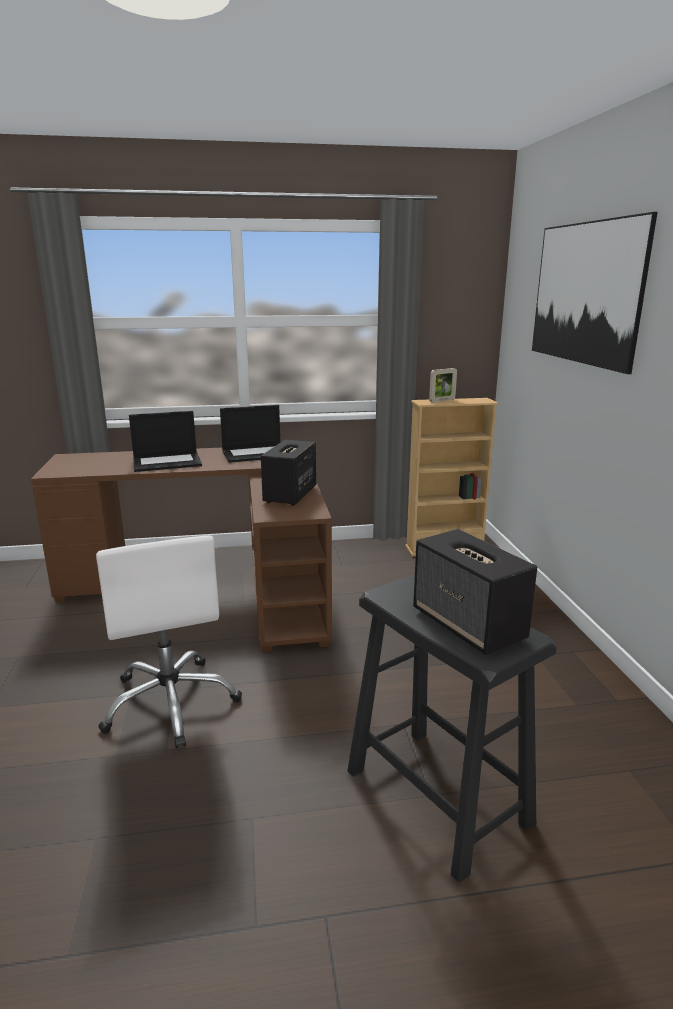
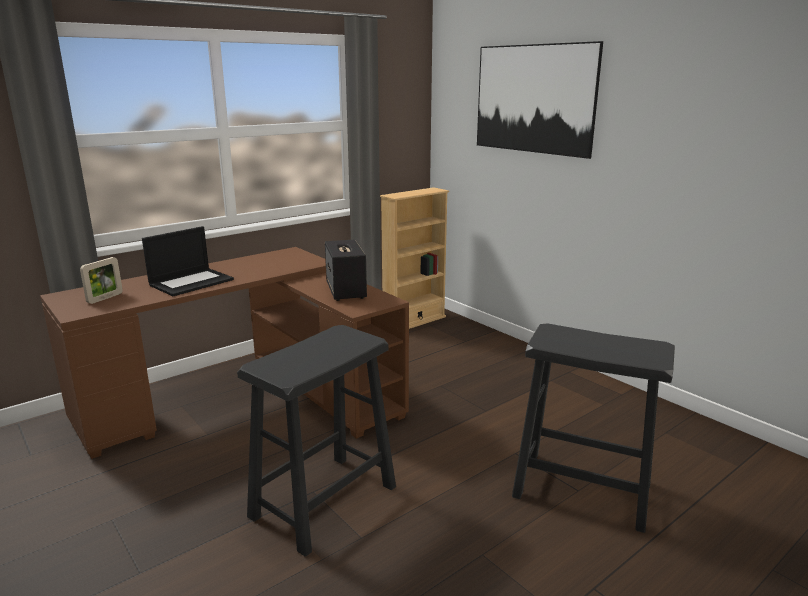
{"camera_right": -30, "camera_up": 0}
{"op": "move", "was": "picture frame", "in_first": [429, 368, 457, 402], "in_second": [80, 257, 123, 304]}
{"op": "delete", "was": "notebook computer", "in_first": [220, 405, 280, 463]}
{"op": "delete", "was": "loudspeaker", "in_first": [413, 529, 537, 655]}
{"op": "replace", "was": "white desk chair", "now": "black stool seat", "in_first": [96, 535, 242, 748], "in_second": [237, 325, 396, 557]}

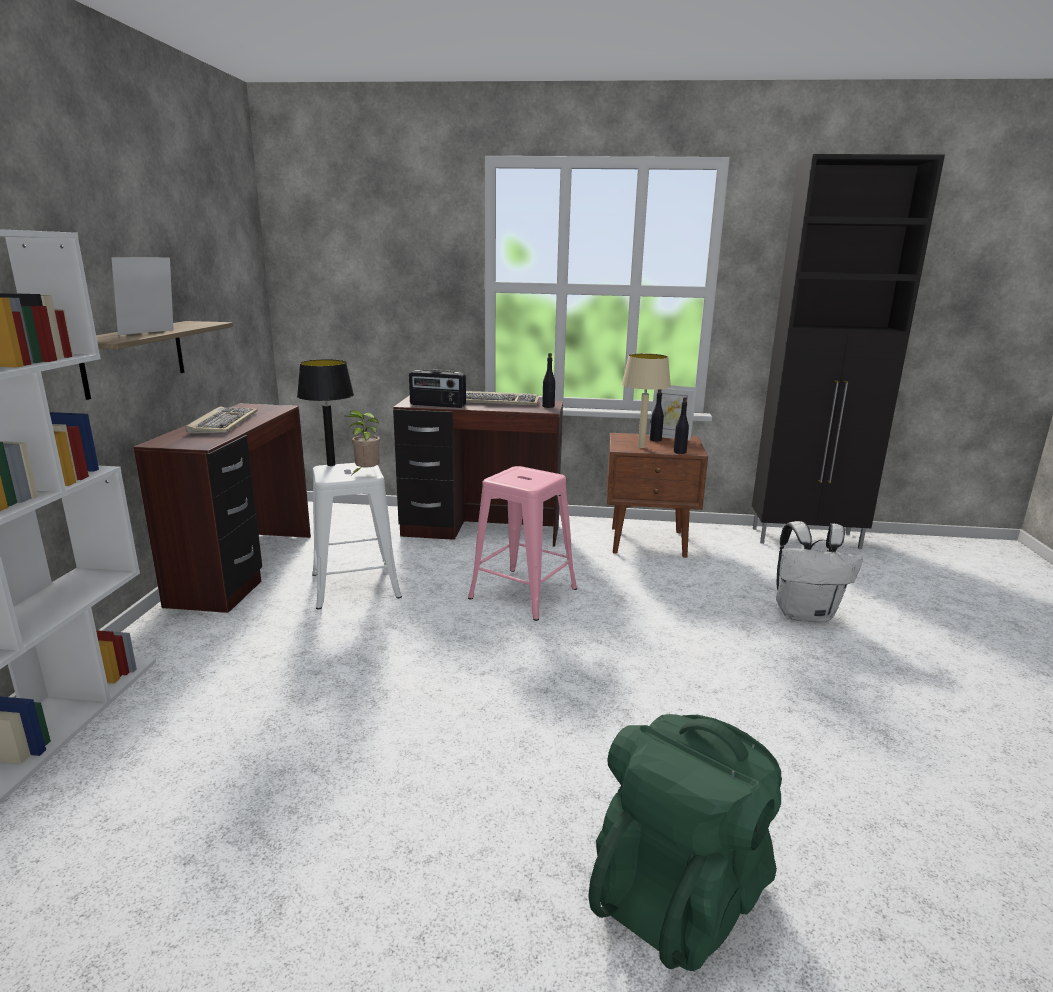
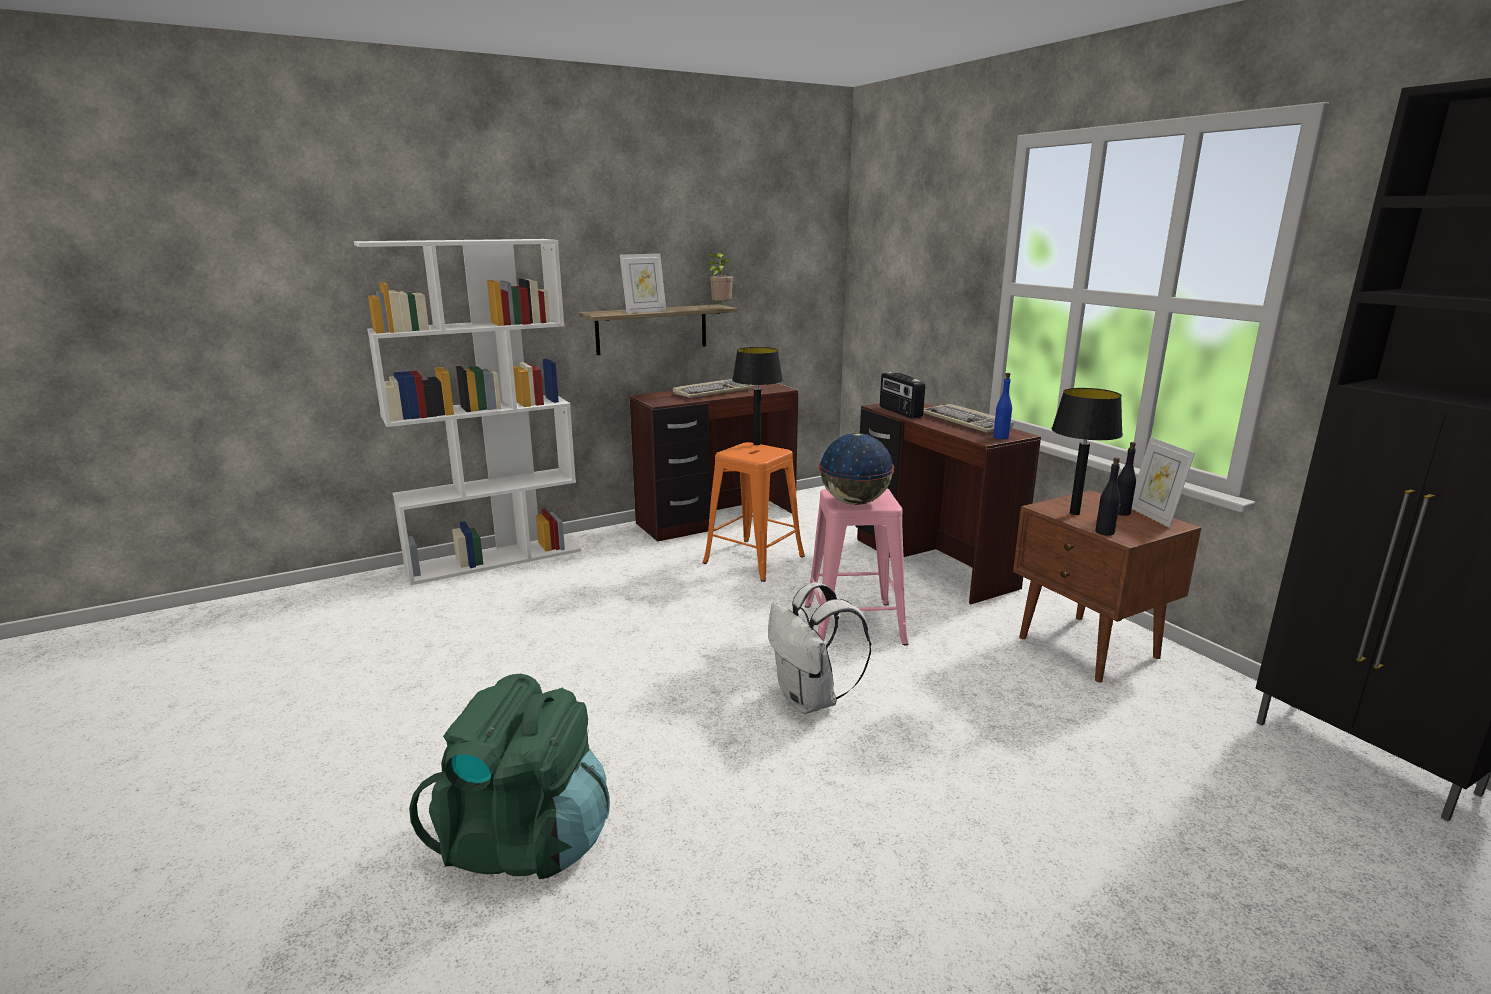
{"camera_right": 55, "camera_up": 0}
{"op": "rotate", "was": "picture frame", "in_first": [111, 257, 173, 335], "in_second": [620, 253, 666, 313], "clockwise": 150}
{"op": "recolor", "was": "black drink bottle", "now": "blue drink bottle", "in_first": [542, 353, 555, 408], "in_second": [993, 373, 1012, 439]}
{"op": "recolor", "was": "beige-coloured tabletop lamp", "now": "black tabletop lamp", "in_first": [622, 353, 671, 448], "in_second": [1051, 388, 1123, 515]}
{"op": "move", "was": "plant in a pot", "in_first": [345, 410, 380, 475], "in_second": [706, 253, 733, 306]}
{"op": "recolor", "was": "white stool seat", "now": "orangey stool seat", "in_first": [312, 463, 402, 609], "in_second": [703, 442, 805, 582]}
{"op": "move", "was": "white backpack", "in_first": [776, 521, 863, 623], "in_second": [768, 582, 871, 714]}
{"op": "insert", "now": "desk globe", "in_second": [819, 433, 894, 505]}

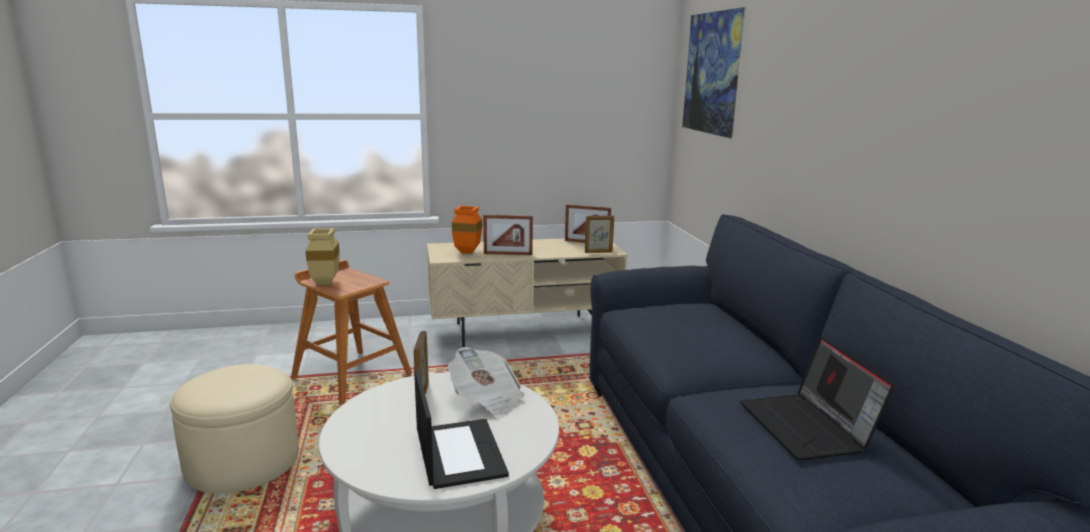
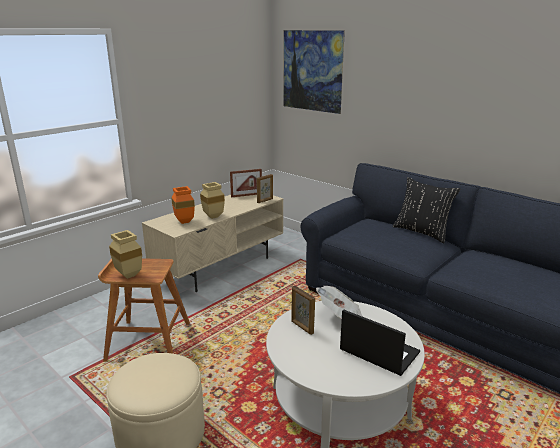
{"camera_right": -35, "camera_up": 5}
{"op": "replace", "was": "picture frame", "now": "beige-coloured flower vase", "in_first": [483, 215, 533, 255], "in_second": [200, 182, 225, 219]}
{"op": "delete", "was": "notebook computer", "in_first": [740, 337, 894, 460]}
{"op": "insert", "now": "black pillow", "in_second": [393, 177, 460, 243]}

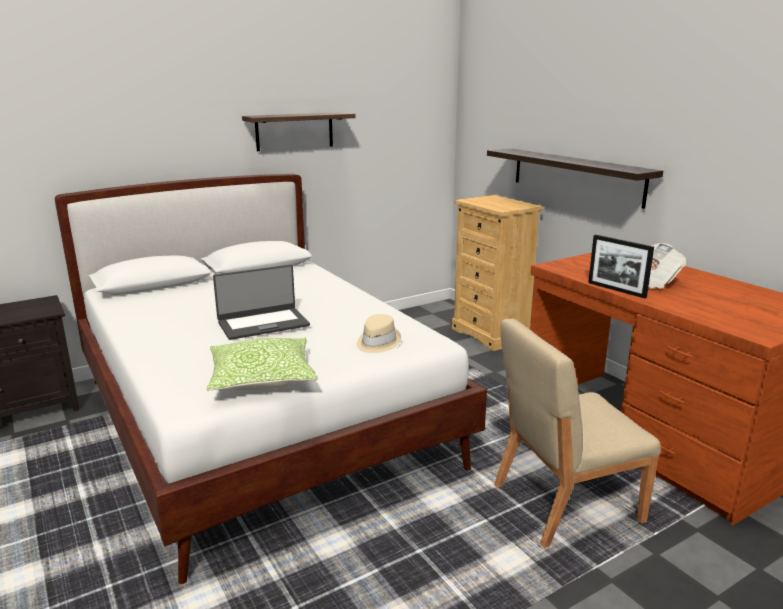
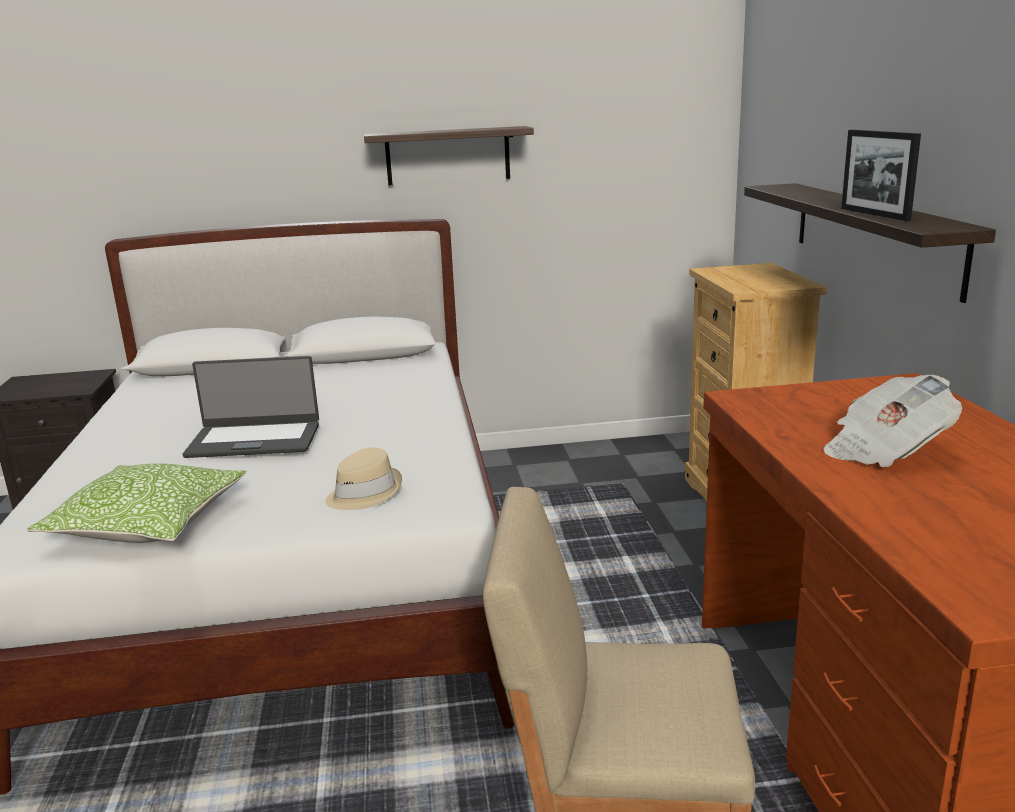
{"camera_right": 25, "camera_up": 0}
{"op": "move", "was": "picture frame", "in_first": [588, 235, 654, 298], "in_second": [841, 130, 921, 221]}

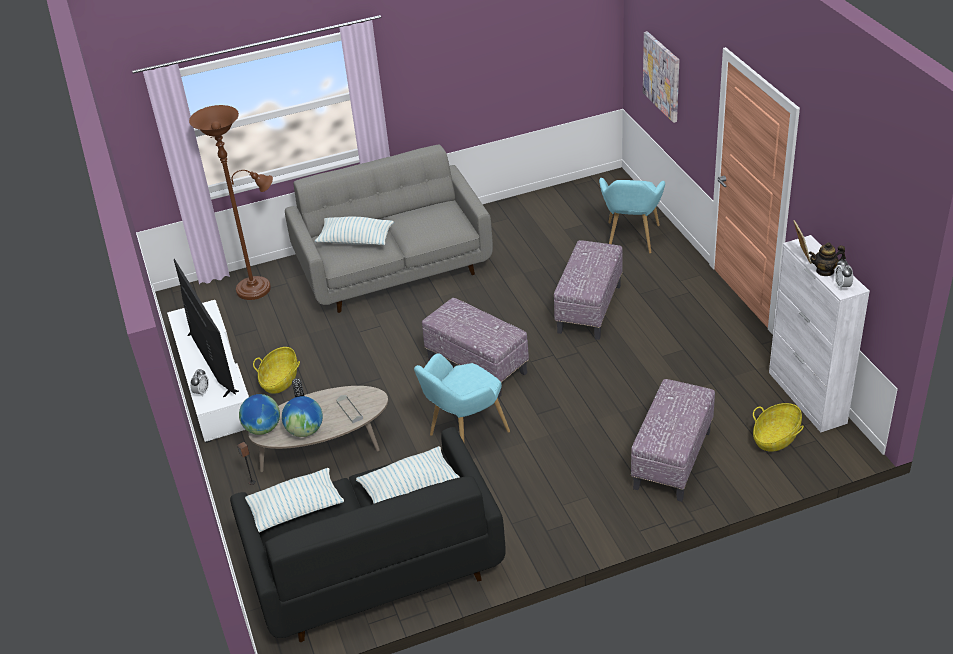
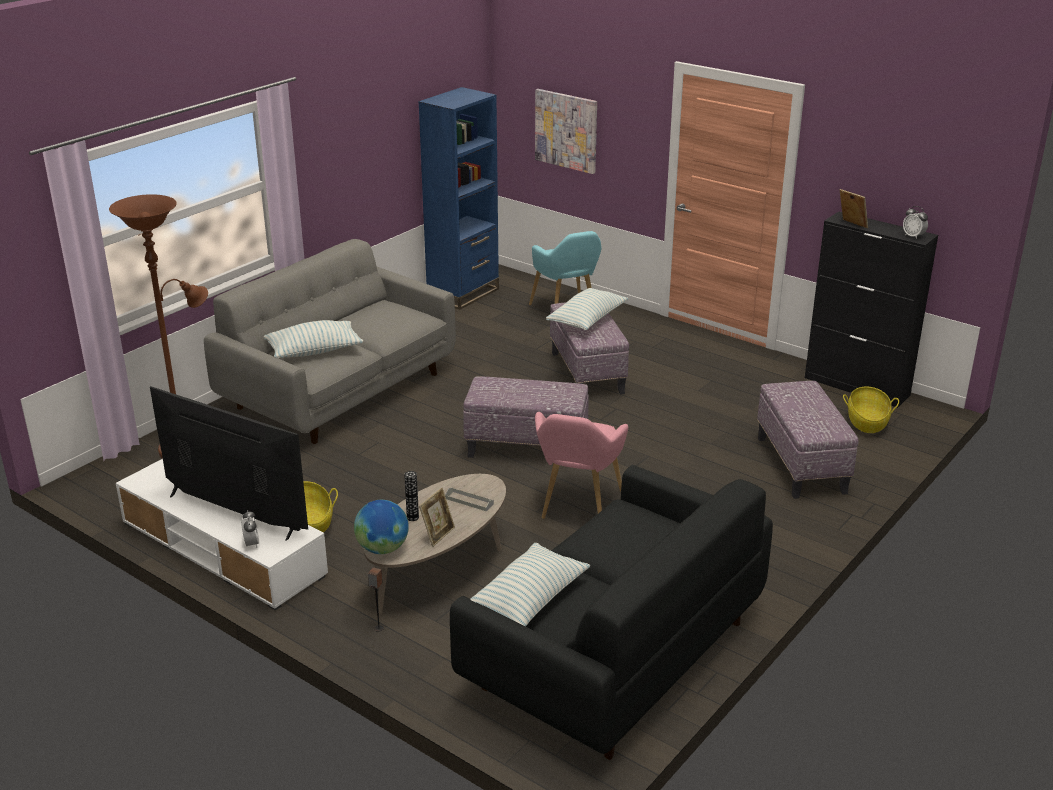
{"camera_right": -35, "camera_up": -10}
{"op": "recolor", "was": "white storage cabinet", "now": "black storage cabinet", "in_first": [769, 235, 870, 432], "in_second": [805, 211, 938, 408]}
{"op": "delete", "was": "tea pot", "in_first": [809, 242, 846, 276]}
{"op": "recolor", "was": "blue-green armchair", "now": "pink-coloured armchair", "in_first": [414, 353, 510, 444], "in_second": [535, 412, 628, 519]}
{"op": "replace", "was": "desk globe", "now": "picture frame", "in_first": [282, 396, 323, 437], "in_second": [419, 488, 455, 547]}
{"op": "move", "was": "pillow", "in_first": [356, 446, 460, 503], "in_second": [546, 288, 628, 330]}
{"op": "insert", "now": "blue bookshelf", "in_second": [418, 87, 499, 310]}

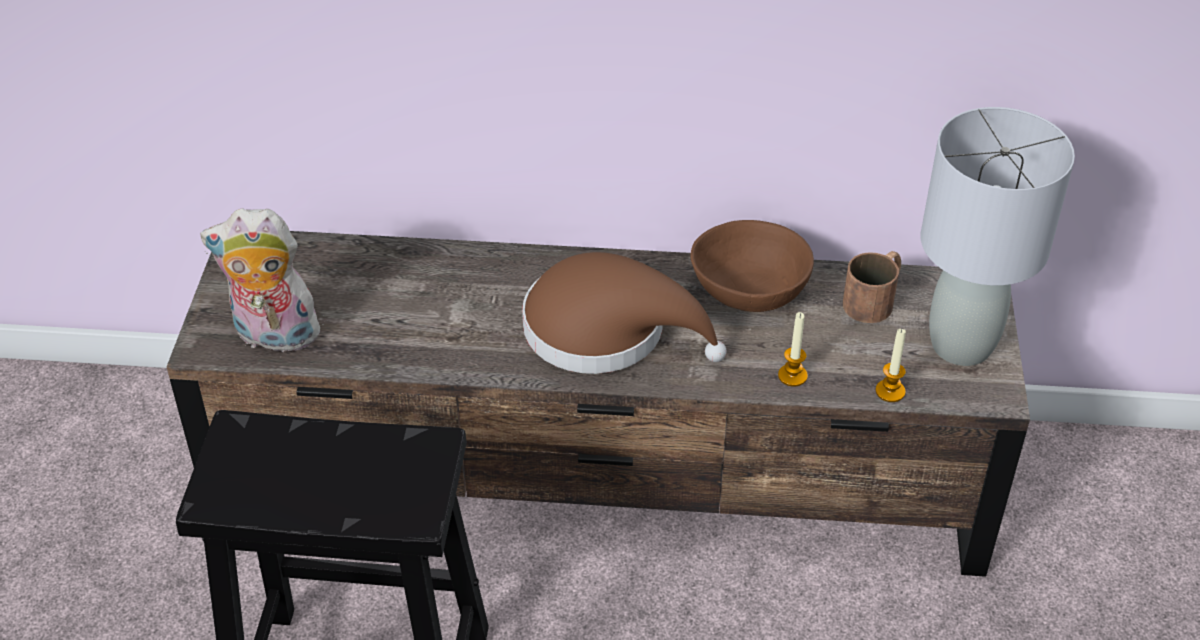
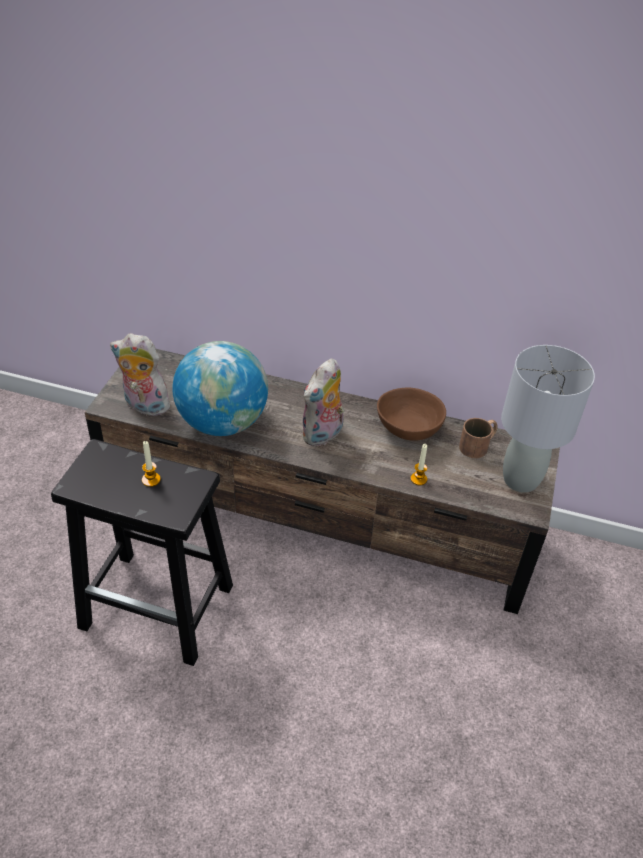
{"camera_right": 10, "camera_up": 0}
{"op": "replace", "was": "brown clothing hat", "now": "cuddly toy", "in_first": [522, 252, 727, 374], "in_second": [301, 358, 344, 447]}
{"op": "move", "was": "wax candle", "in_first": [875, 329, 906, 402], "in_second": [142, 441, 161, 487]}
{"op": "insert", "now": "desk globe", "in_second": [173, 341, 268, 436]}

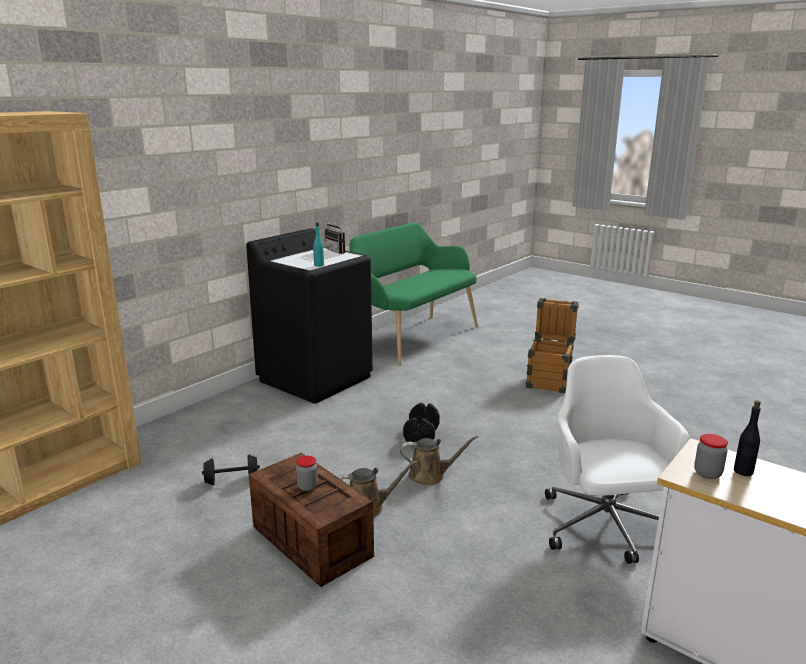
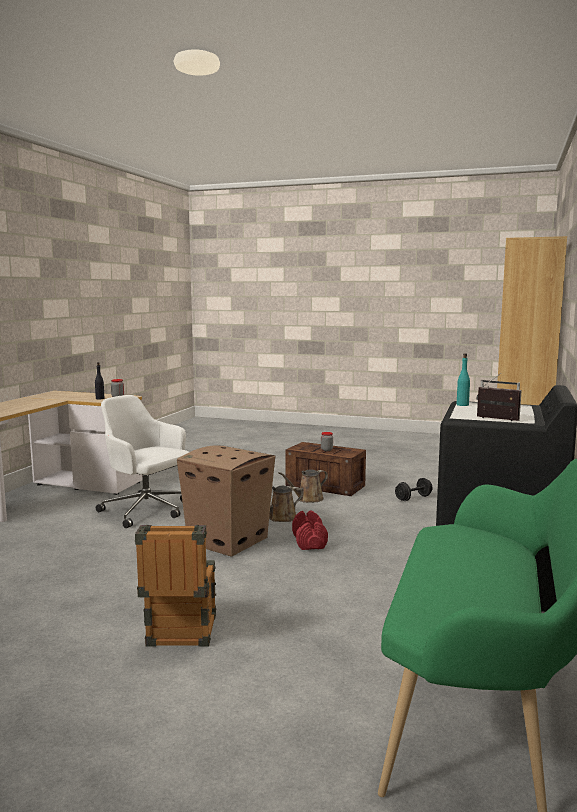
{"camera_right": 160, "camera_up": -10}
{"op": "rotate", "was": "white desk chair", "in_first": [545, 355, 689, 564], "in_second": [96, 395, 189, 528], "clockwise": 150}
{"op": "recolor", "was": "black dumbbell", "now": "reddish dumbbell", "in_first": [403, 403, 440, 442], "in_second": [292, 510, 328, 550]}
{"op": "insert", "now": "carton", "in_second": [177, 445, 276, 556]}

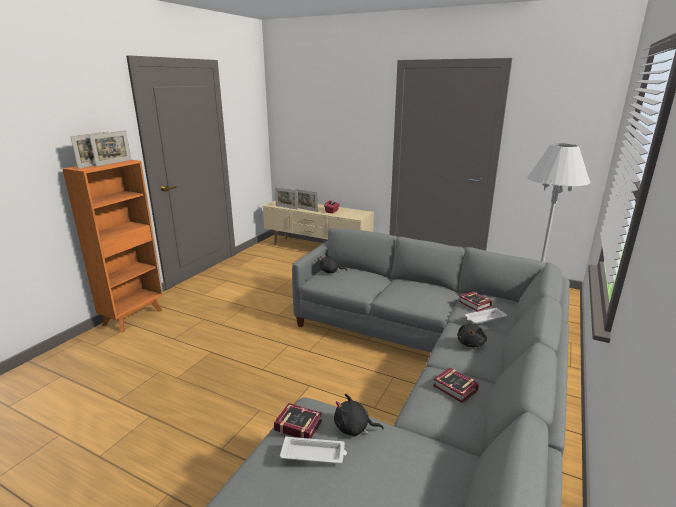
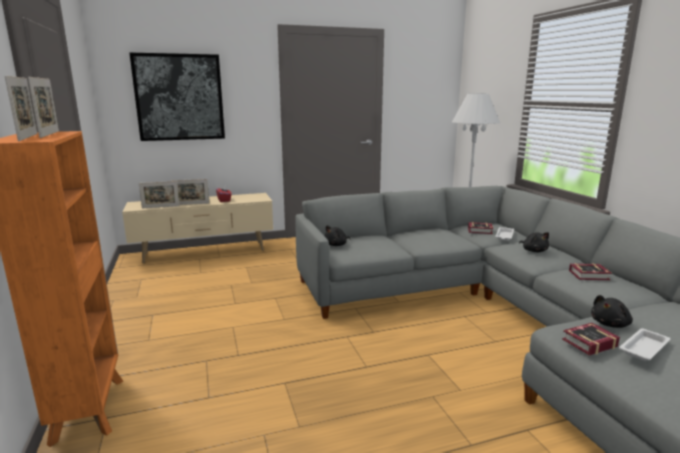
{"camera_right": -45, "camera_up": -5}
{"op": "insert", "now": "picture", "in_second": [129, 53, 225, 141]}

